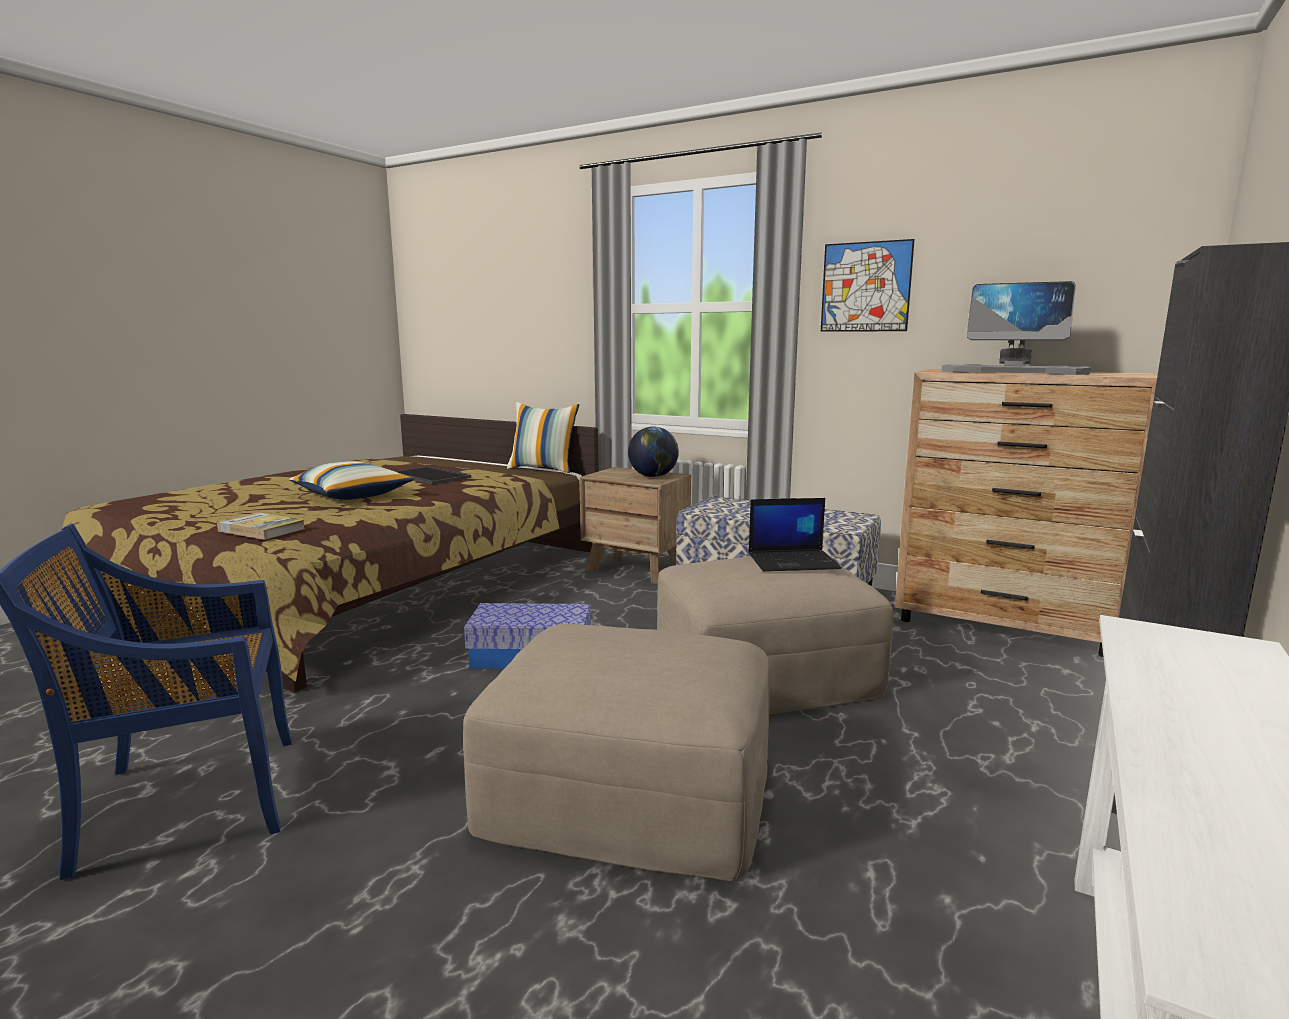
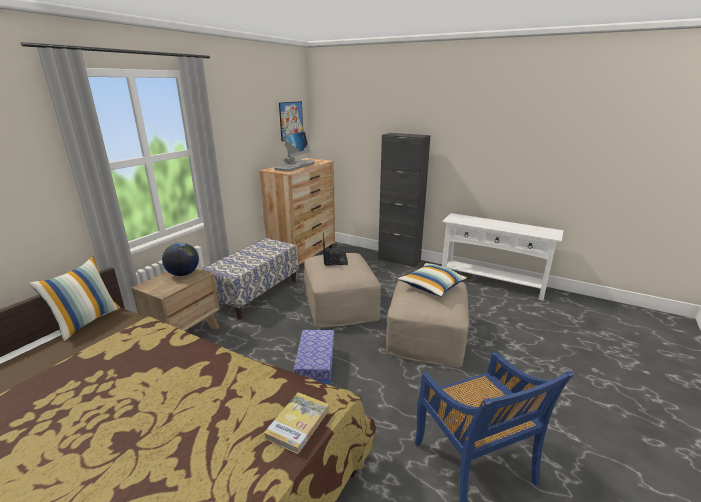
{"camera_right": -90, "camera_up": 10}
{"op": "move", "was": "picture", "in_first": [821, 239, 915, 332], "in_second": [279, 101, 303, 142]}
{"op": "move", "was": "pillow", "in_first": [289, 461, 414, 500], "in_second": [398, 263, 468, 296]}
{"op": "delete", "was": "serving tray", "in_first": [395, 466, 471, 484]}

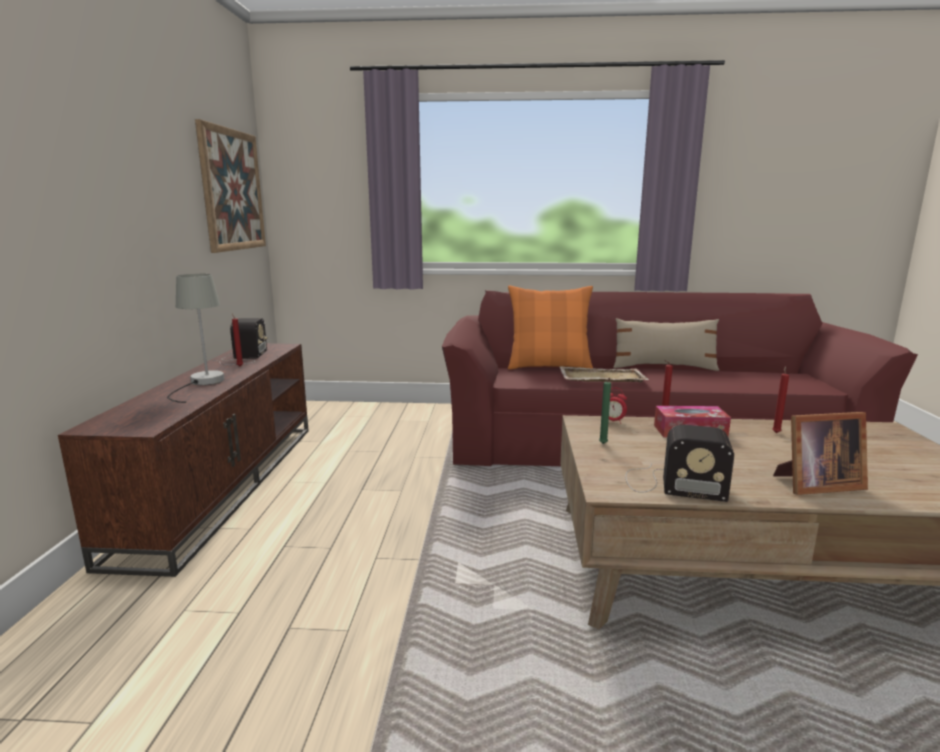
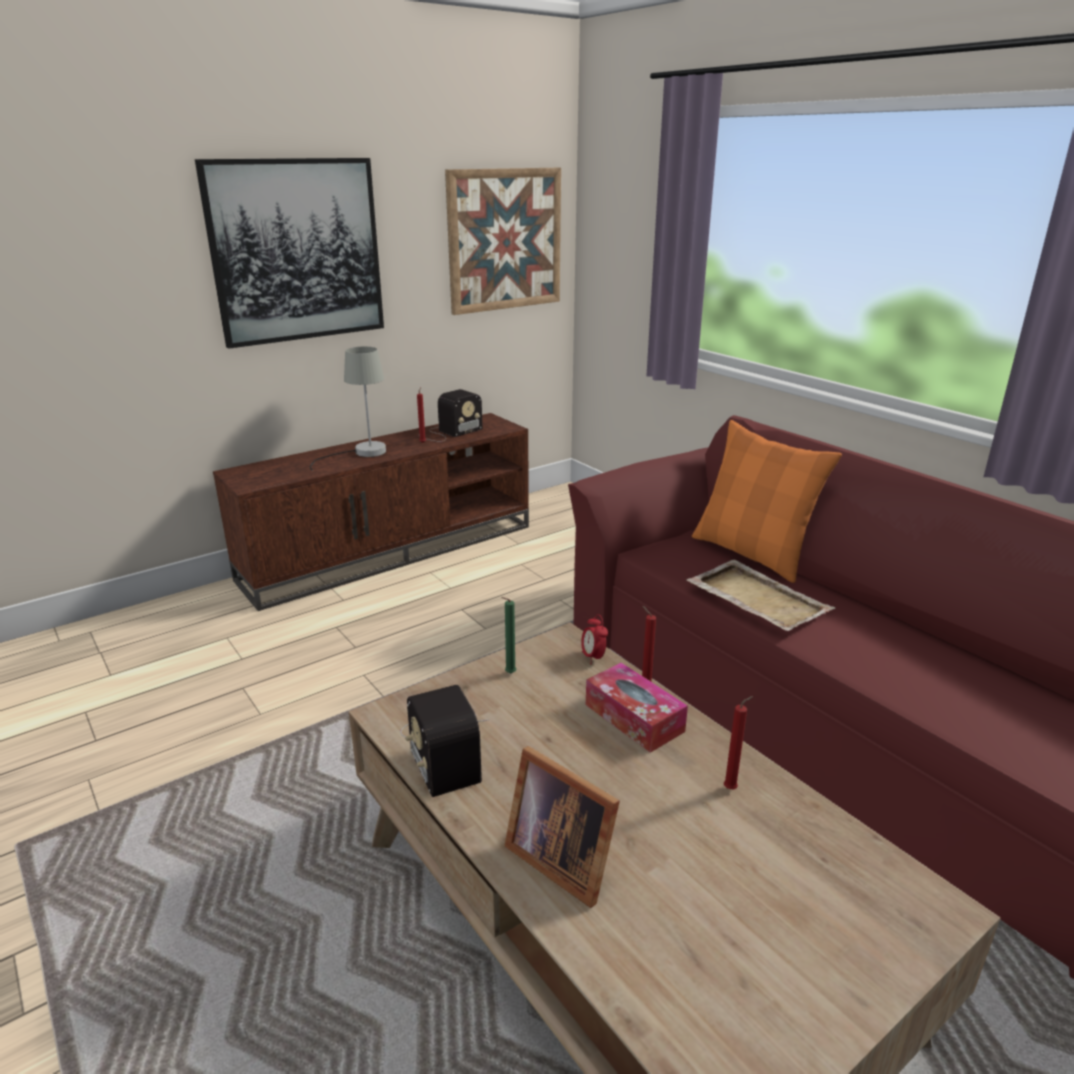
{"camera_right": 50, "camera_up": 10}
{"op": "delete", "was": "beige-coloured pillow", "in_first": [613, 318, 719, 371]}
{"op": "insert", "now": "picture", "in_second": [195, 158, 384, 349]}

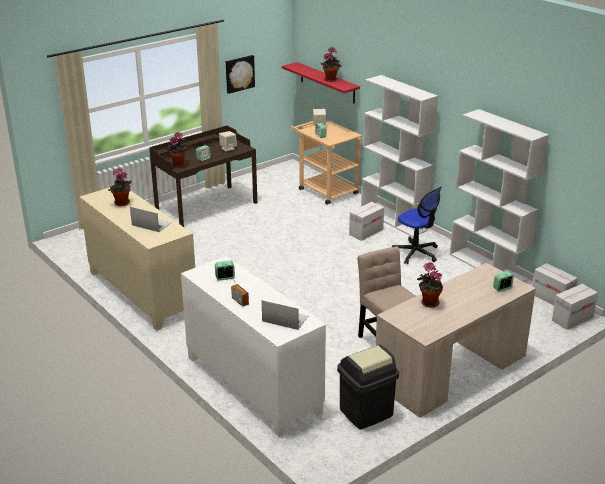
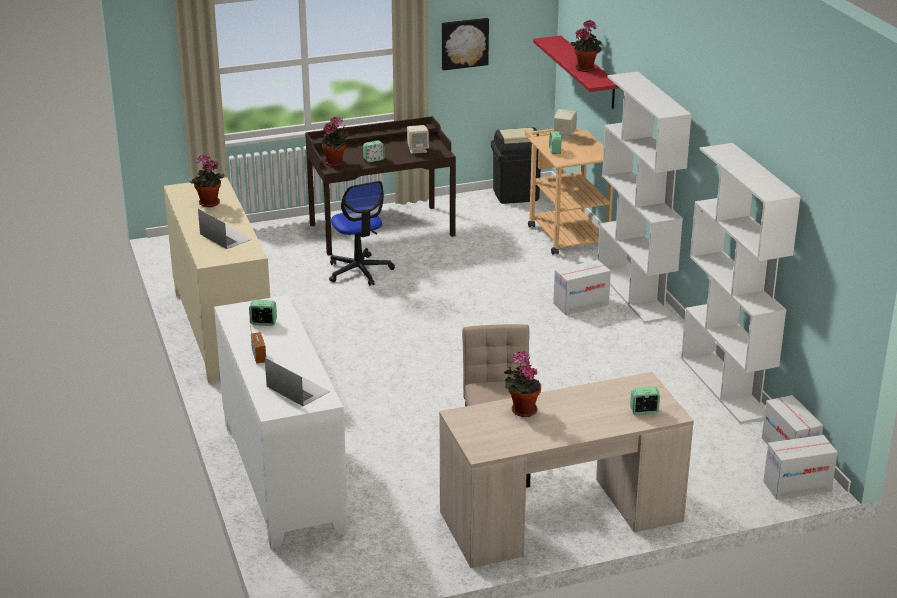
{"camera_right": 20, "camera_up": 0}
{"op": "move", "was": "desk chair", "in_first": [392, 186, 442, 264], "in_second": [329, 181, 395, 286]}
{"op": "move", "was": "black rubbish bin", "in_first": [337, 344, 399, 429], "in_second": [491, 127, 541, 204]}

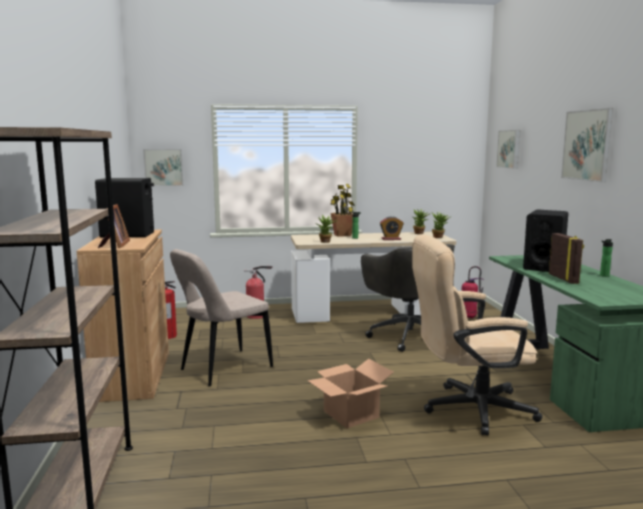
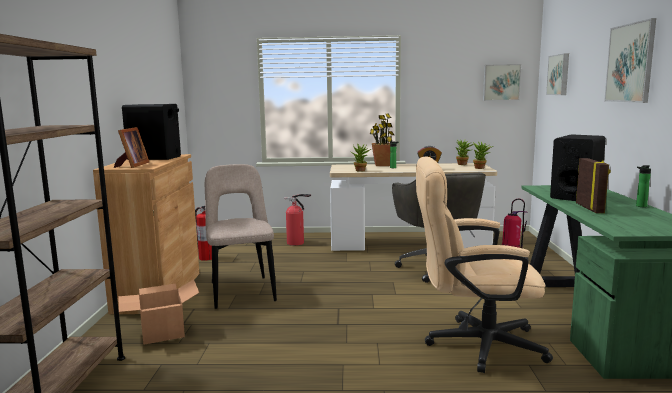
{"camera_right": 10, "camera_up": 0}
{"op": "move", "was": "picture", "in_first": [143, 149, 183, 186], "in_second": [483, 64, 521, 101]}
{"op": "rotate", "was": "beige-coloured upright chair", "in_first": [170, 249, 273, 386], "in_second": [205, 164, 277, 309], "clockwise": 105}
{"op": "move", "was": "carton", "in_first": [307, 359, 394, 428], "in_second": [119, 279, 199, 345]}

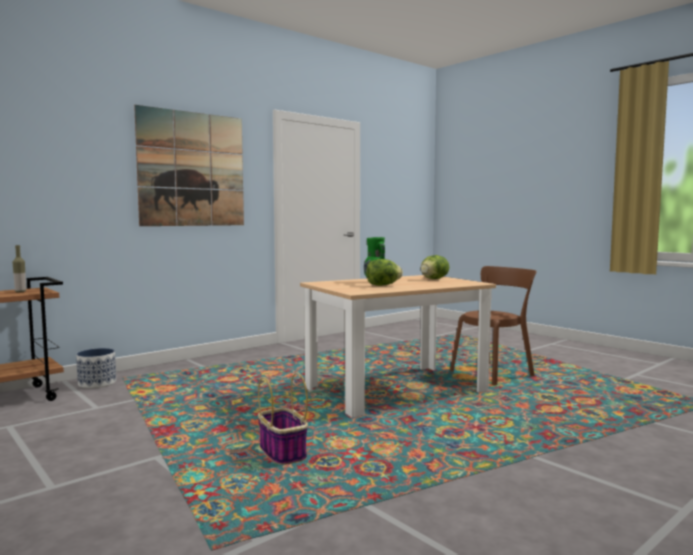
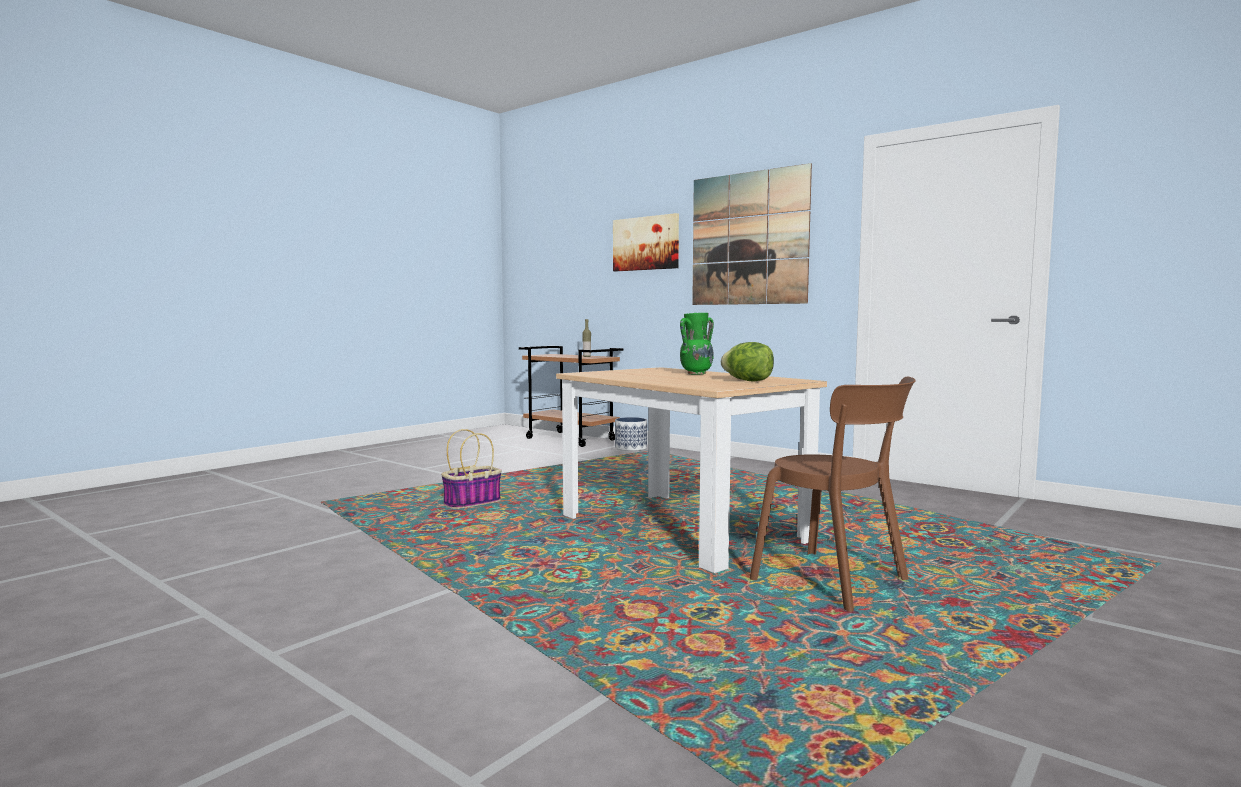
{"camera_right": 80, "camera_up": 0}
{"op": "delete", "was": "lettuce head", "in_first": [366, 259, 403, 286]}
{"op": "insert", "now": "picture", "in_second": [613, 213, 679, 271]}

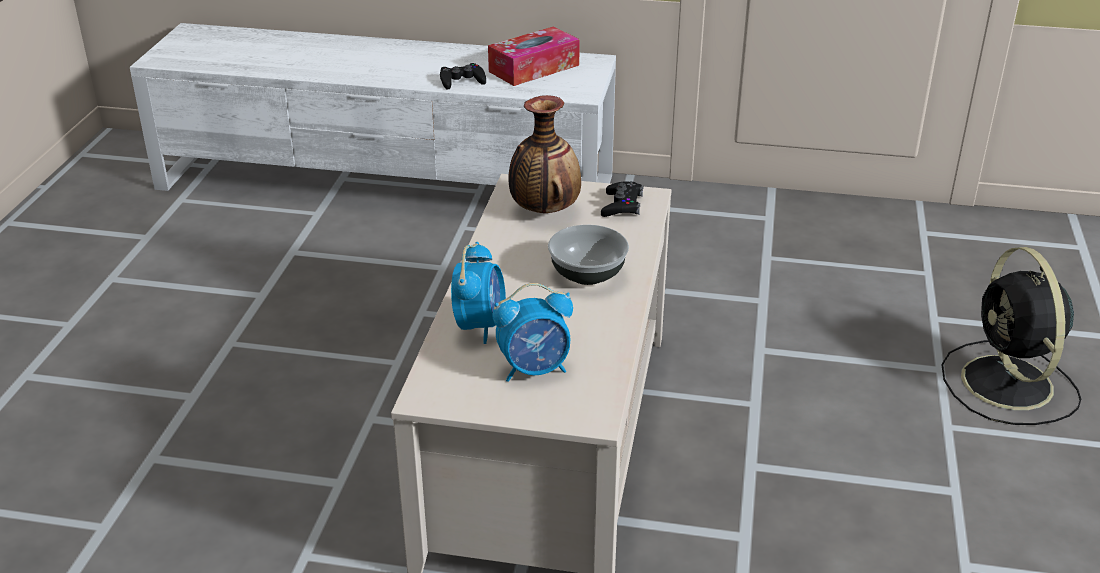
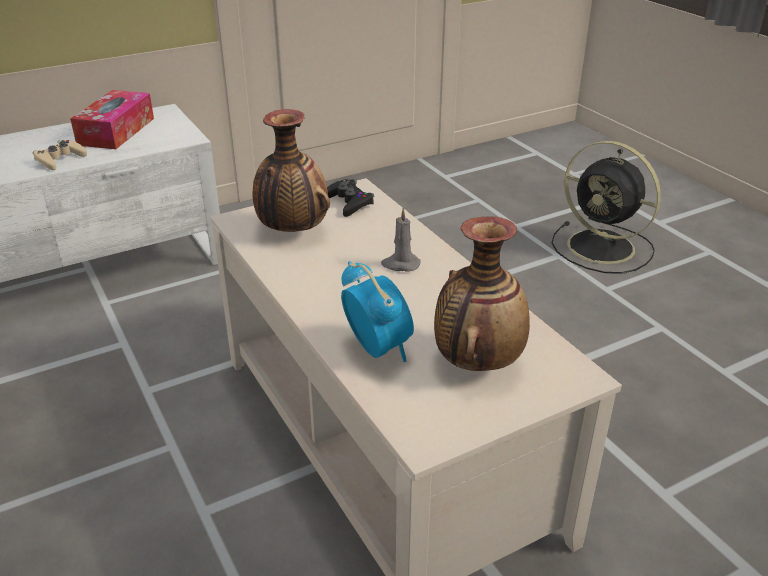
{"camera_right": -40, "camera_up": 0}
{"op": "recolor", "was": "black gamepad", "now": "beige-coloured gamepad", "in_first": [440, 63, 486, 90], "in_second": [33, 140, 87, 170]}
{"op": "replace", "was": "bowl", "now": "grey wax candle", "in_first": [548, 225, 629, 285], "in_second": [381, 208, 421, 272]}
{"op": "replace", "was": "alarm clock", "now": "flower vase", "in_first": [492, 283, 573, 382], "in_second": [434, 216, 530, 371]}

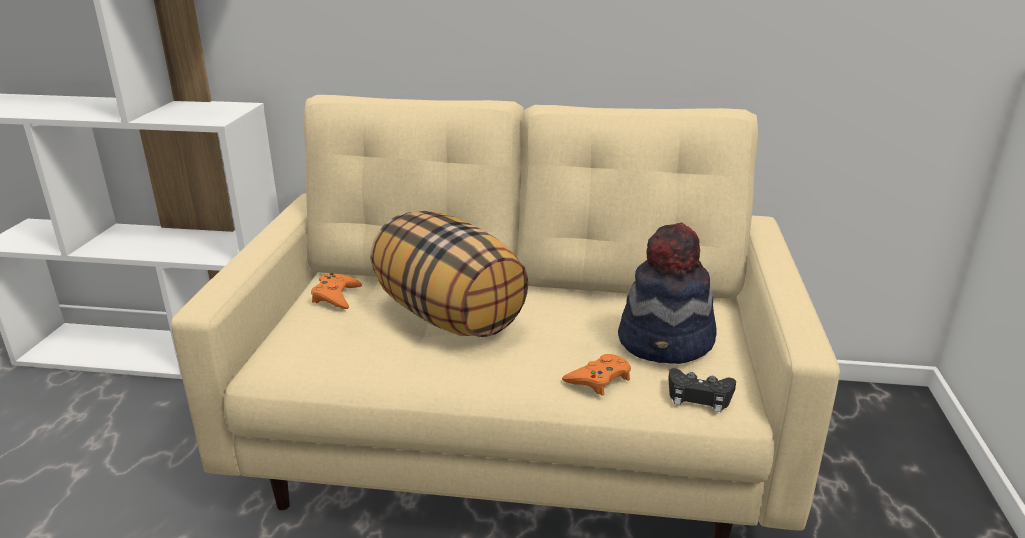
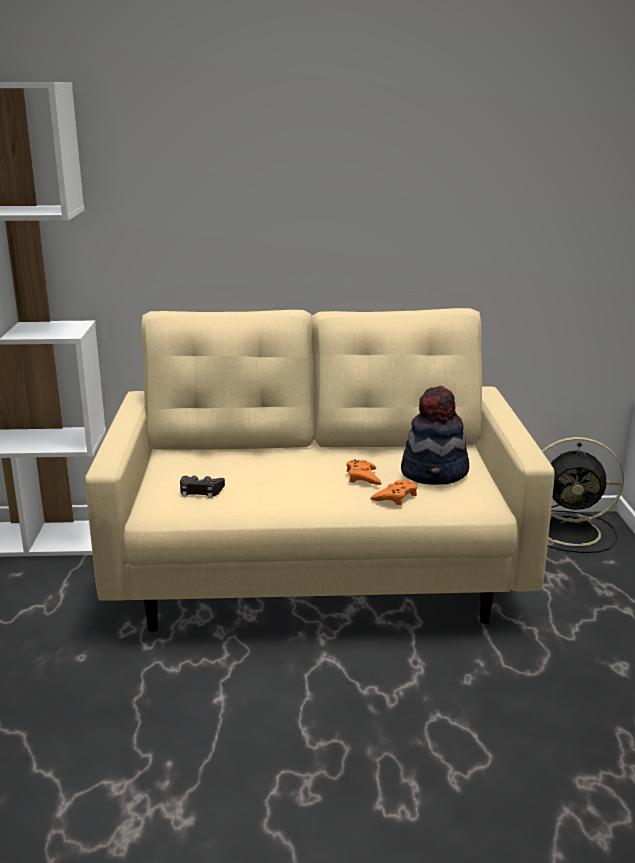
{"camera_right": -10, "camera_up": -5}
{"op": "delete", "was": "pillow", "in_first": [370, 211, 529, 337]}
{"op": "move", "was": "orangey gamepad", "in_first": [311, 273, 362, 309], "in_second": [346, 459, 382, 485]}
{"op": "move", "was": "black gamepad", "in_first": [668, 368, 736, 412], "in_second": [180, 475, 225, 498]}
{"op": "insert", "now": "black cooling fan", "in_second": [542, 437, 624, 553]}

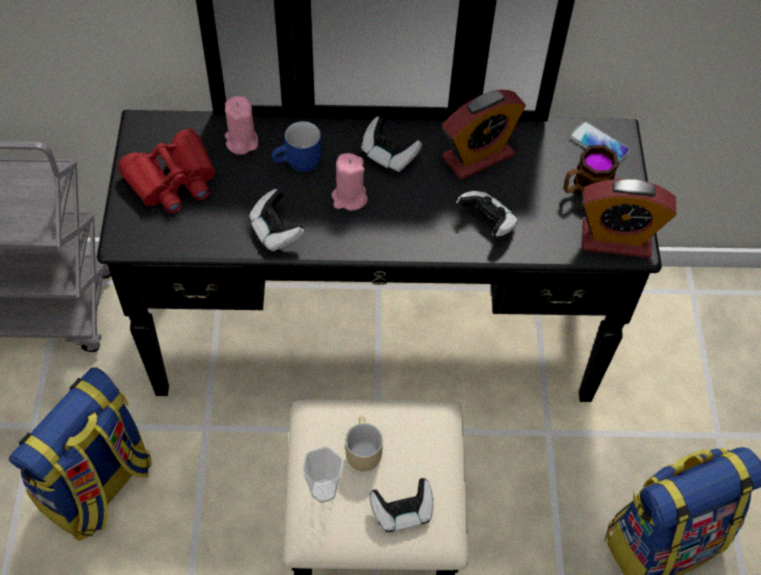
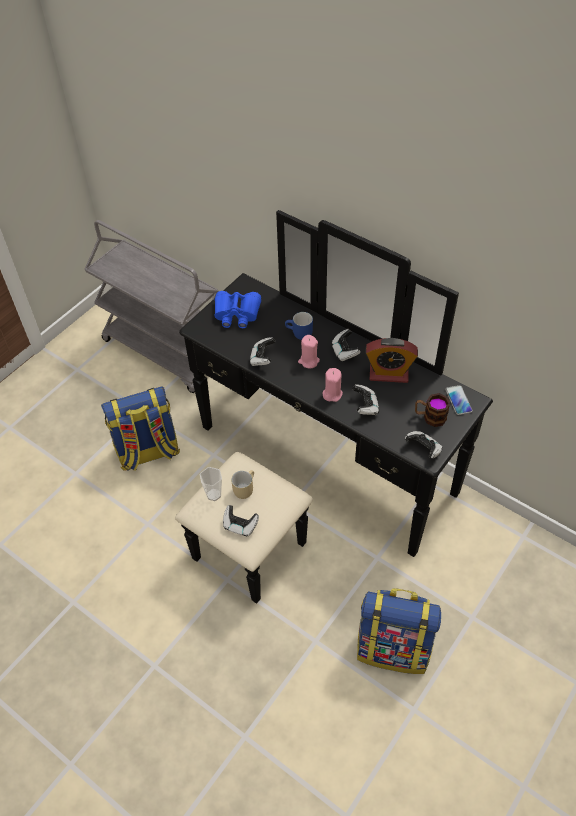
{"camera_right": 40, "camera_up": -5}
{"op": "move", "was": "pink-coloured wax candle", "in_first": [225, 96, 258, 155], "in_second": [323, 368, 343, 402]}
{"op": "recolor", "was": "reddish binoculars", "now": "blue binoculars", "in_first": [118, 129, 215, 213], "in_second": [214, 291, 261, 328]}
{"op": "replace", "was": "alarm clock", "now": "gamepad", "in_first": [582, 179, 677, 258], "in_second": [405, 431, 442, 458]}

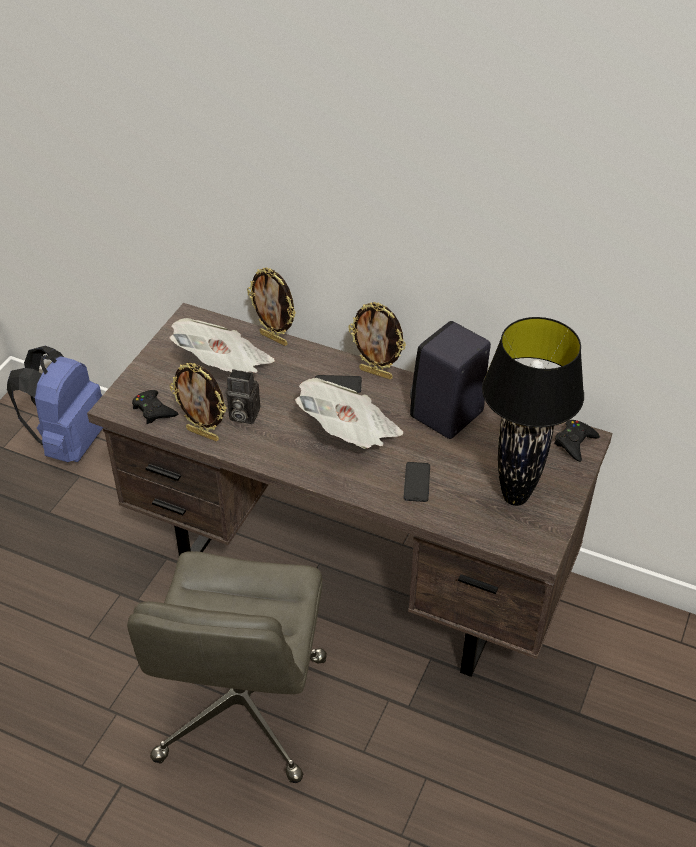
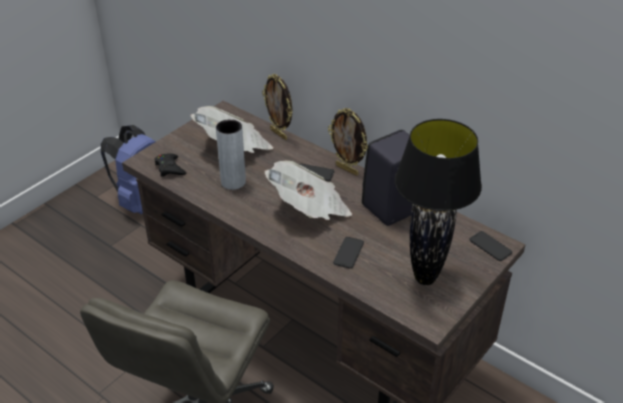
{"camera_right": 15, "camera_up": -5}
{"op": "delete", "was": "picture frame", "in_first": [169, 363, 226, 441]}
{"op": "replace", "was": "still camera", "now": "grey flower vase", "in_first": [227, 369, 260, 424], "in_second": [216, 119, 246, 190]}
{"op": "replace", "was": "black gamepad", "now": "telephone", "in_first": [554, 420, 600, 462], "in_second": [470, 231, 512, 261]}

